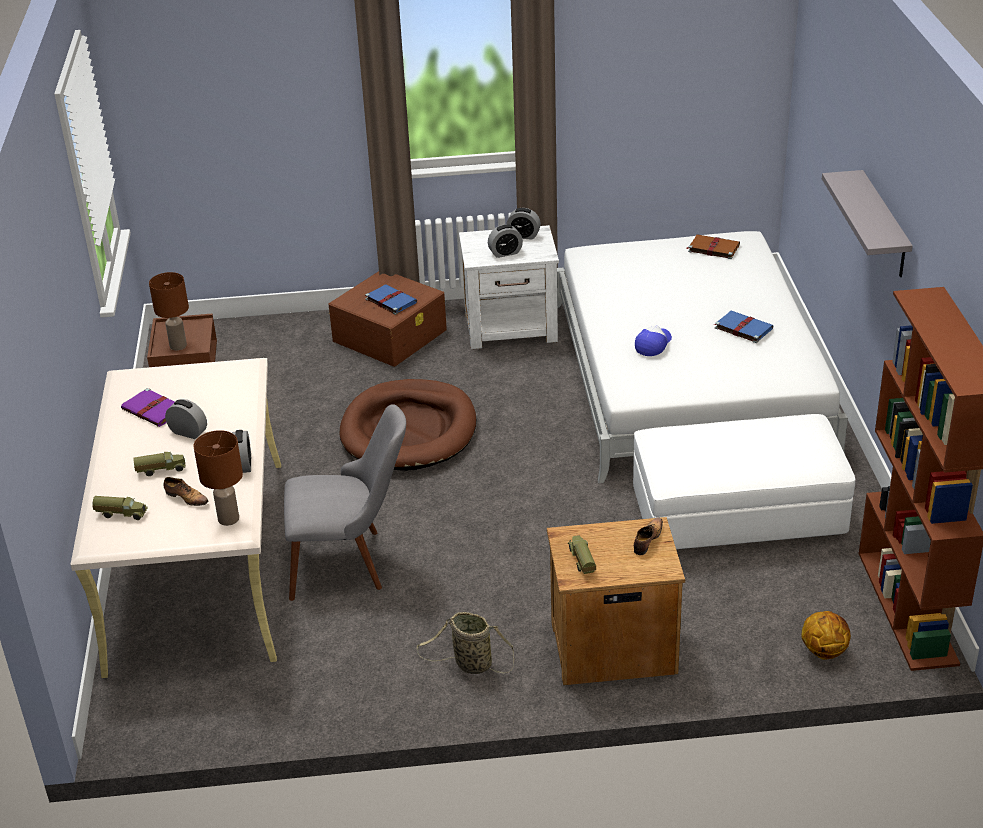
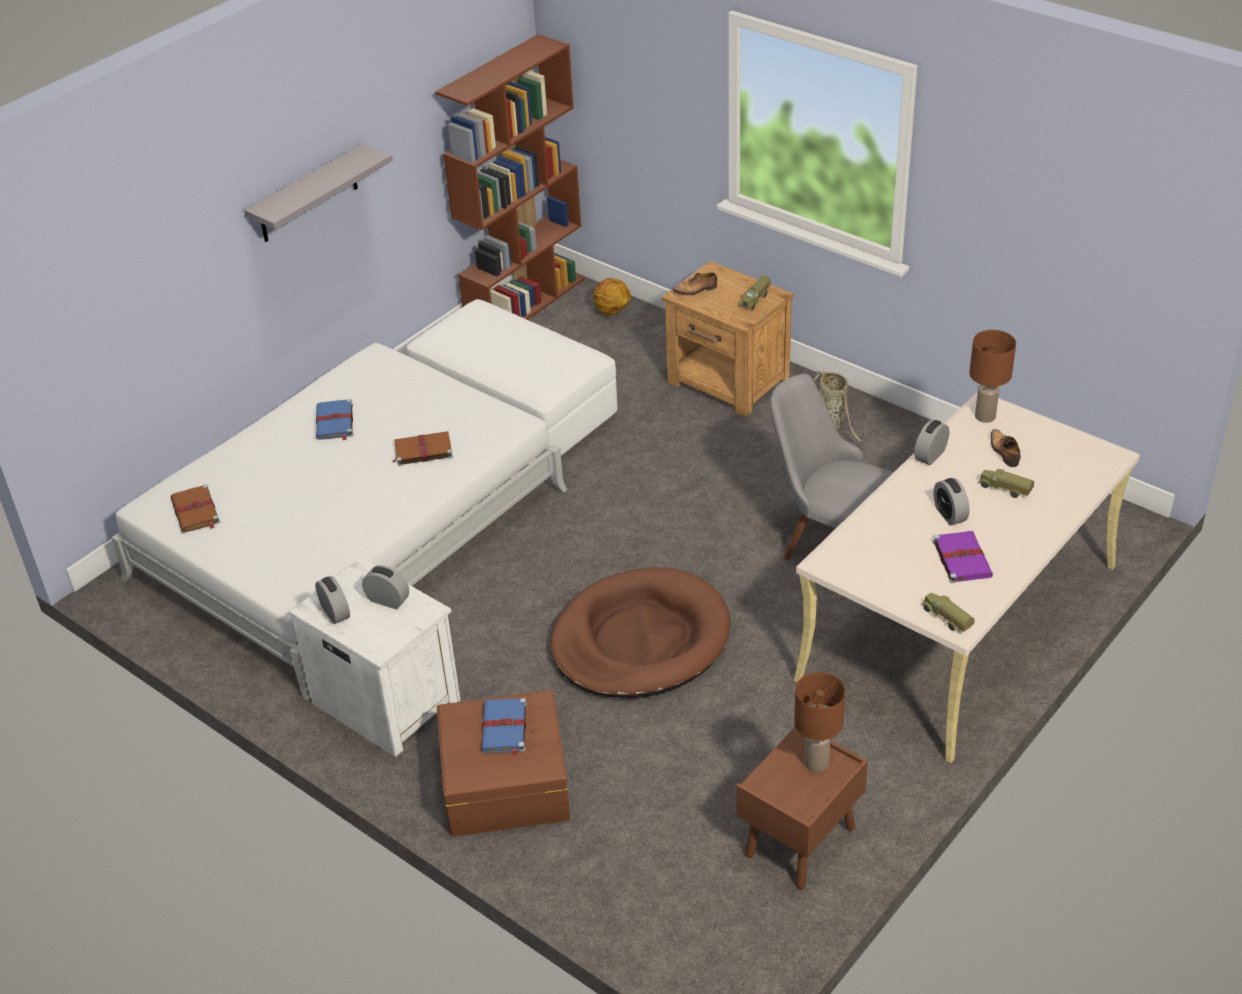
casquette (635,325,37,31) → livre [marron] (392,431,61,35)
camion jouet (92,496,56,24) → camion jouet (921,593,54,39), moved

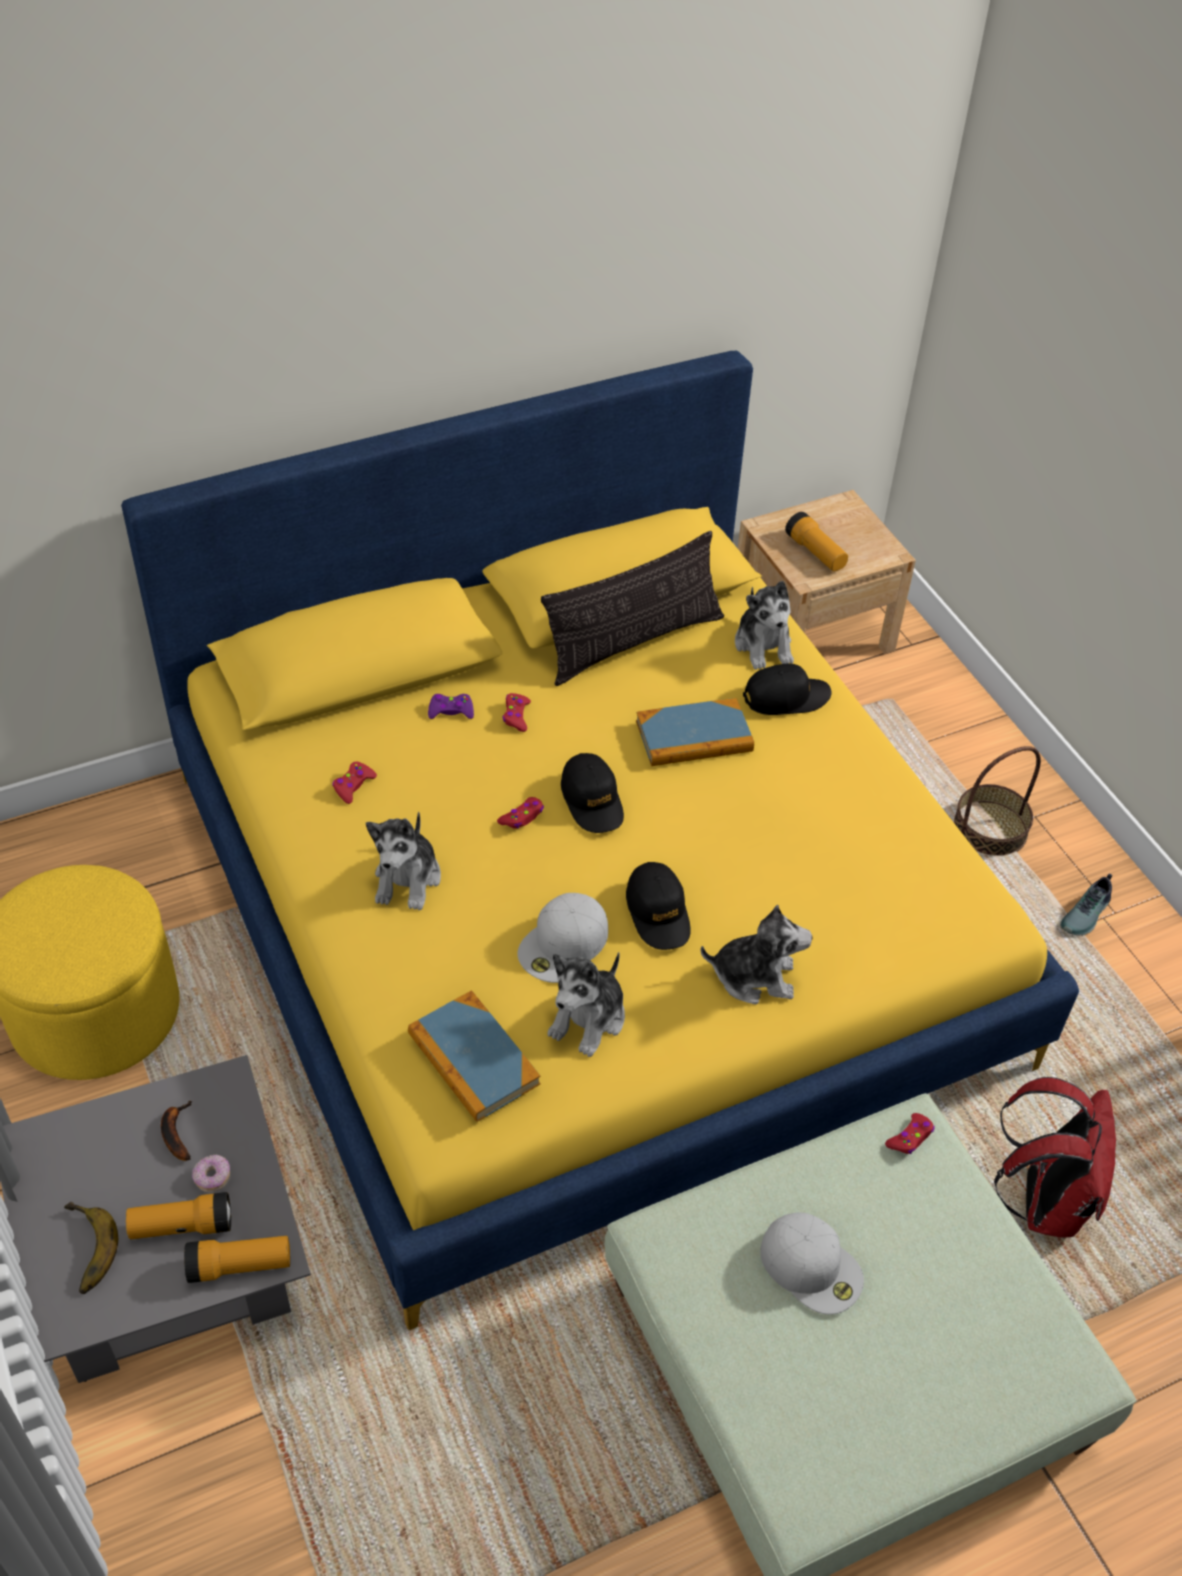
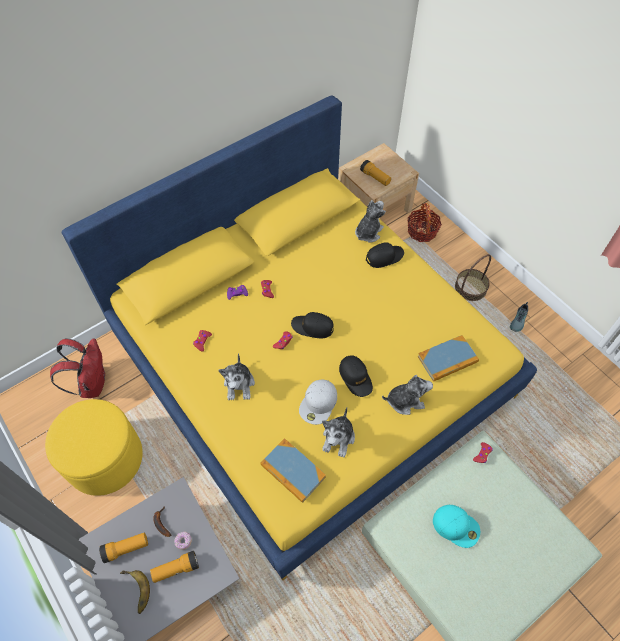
sac à dos [rouge] (994,1077,122,161) → sac à dos [rouge] (50,338,55,60), moved
lampe de poche (184,1236,106,47) → lampe de poche (99,533,49,30), moved
casquette [noir] (561,753,63,80) → casquette [noir] (291,312,43,27), 135 degrees clockwise
peluche (735,581,59,89) → peluche (355,200,31,43), 120 degrees counterclockwise
- → panier (407,203,35,39)
livre (636,698,118,68) → livre (417,335,62,47), moved
casquette [blanc] (760,1212,104,103) → casquette [turquoise] (433,505,47,43)
coussin (541,531,183,155) → -

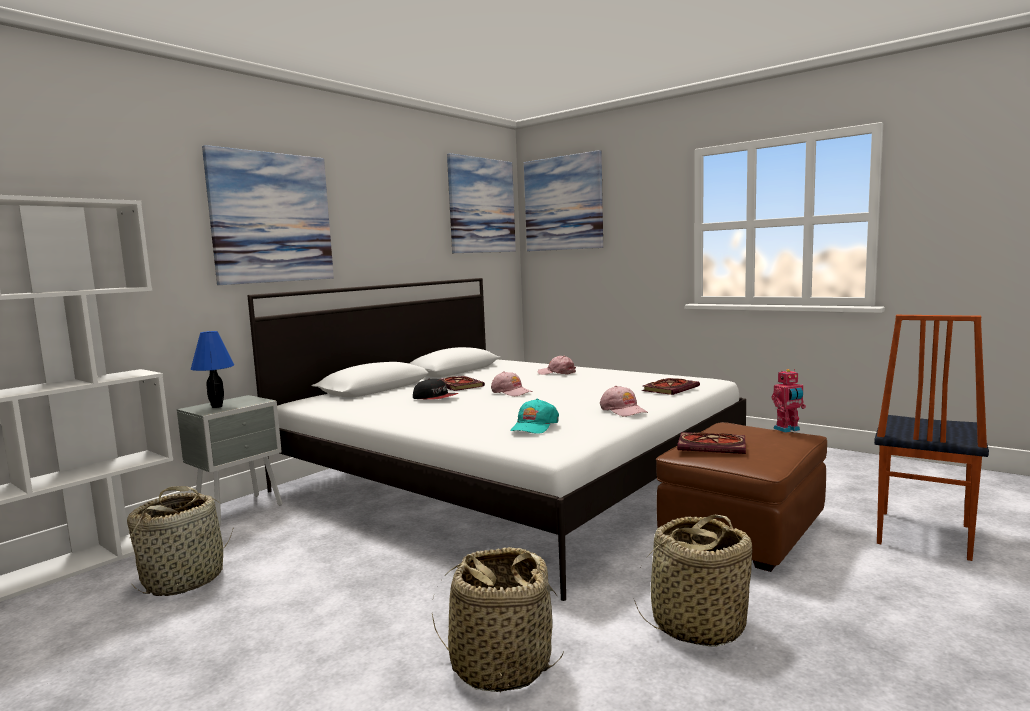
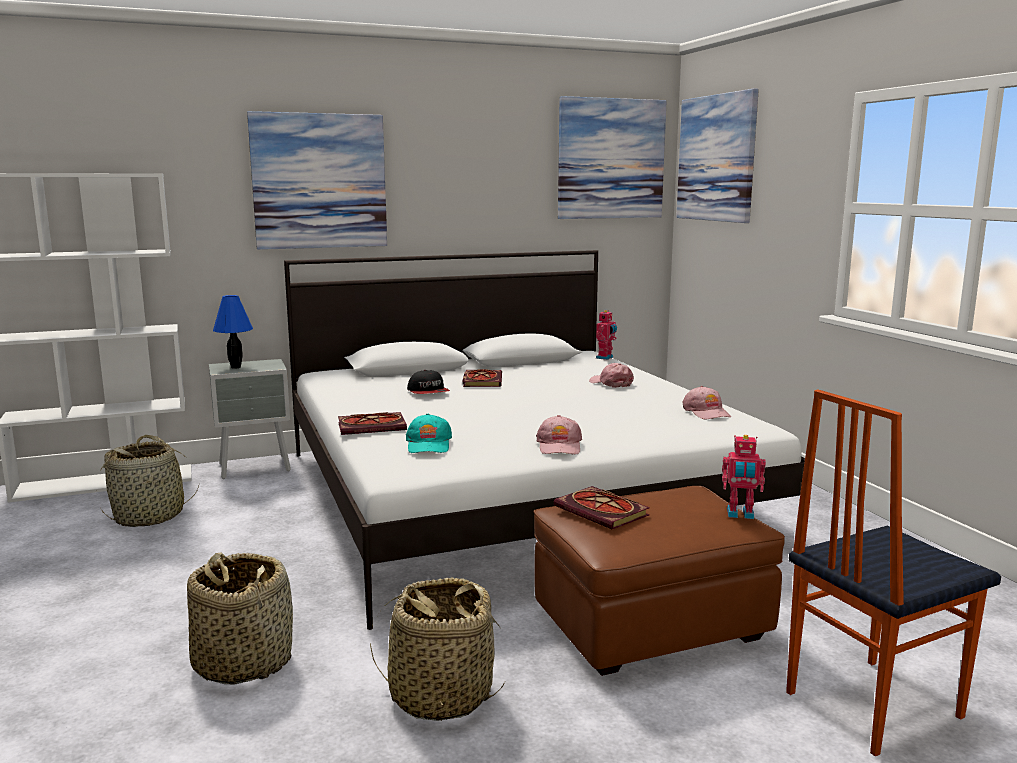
livre (642,378,58,17) → livre (338,412,69,23), moved
casquette [turquoise] (510,399,49,35) → casquette [turquoise] (406,414,46,39), 60 degrees counterclockwise
- → robot jouet (596,310,21,50)
casquette [rose] (491,371,41,25) → casquette [rose] (683,386,48,34), moved

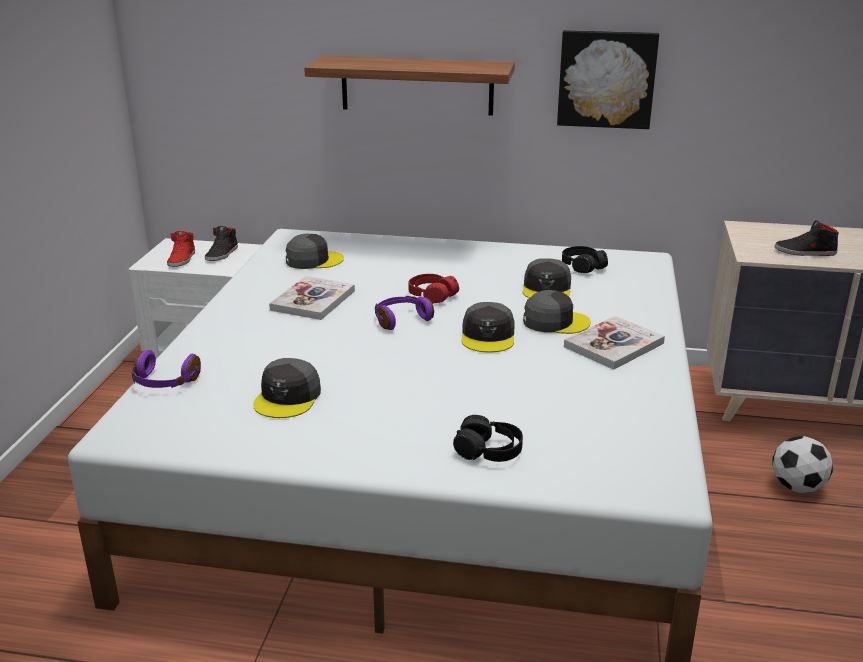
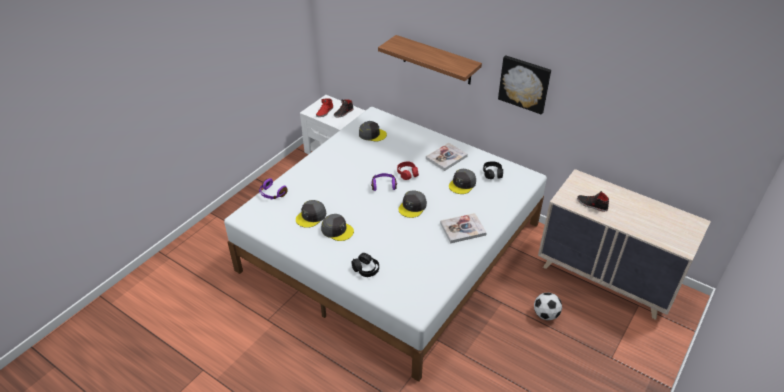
casquette [gris] (523,290,68,44) → casquette [gris] (321,214,33,27), moved
livre (269,276,86,44) → livre (426,143,42,28), moved

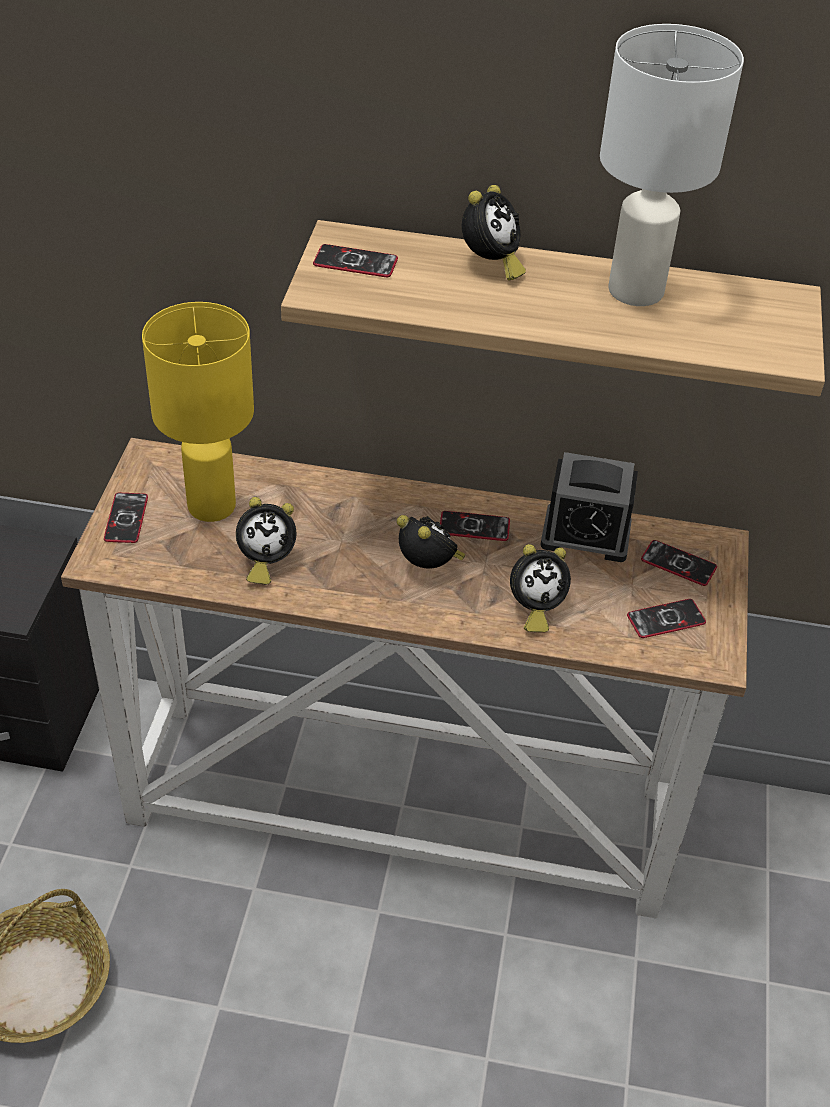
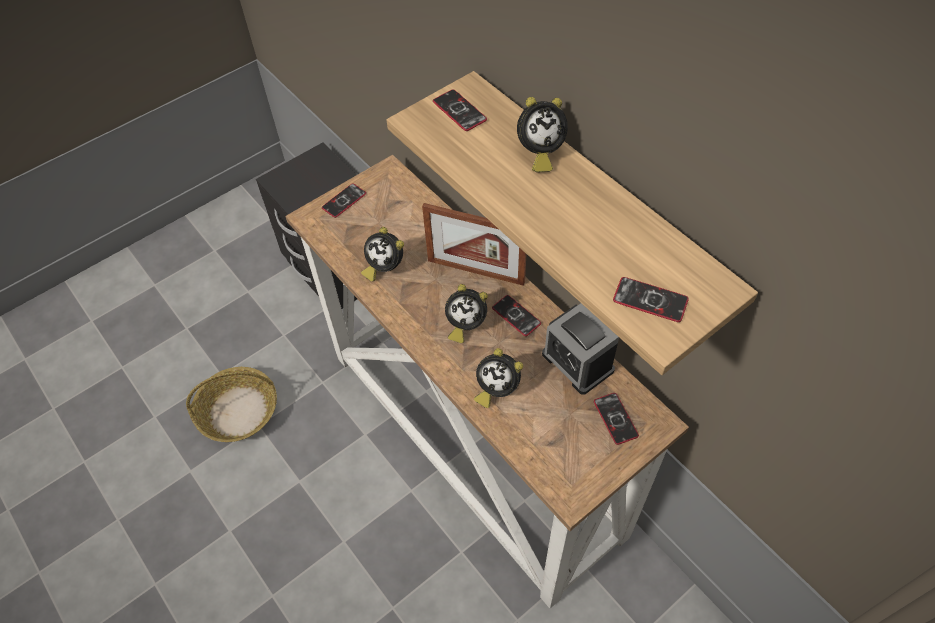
- → cadre photo (422,203,104,83)
réveil (397,515,69,54) → réveil (445,284,43,59), 105 degrees clockwise
téléphone (627,599,79,39) → téléphone (613,277,76,45), moved
lampe de table [jaune] (142,302,112,220) → -
lampe de table [blanc] (600,24,144,282) → -

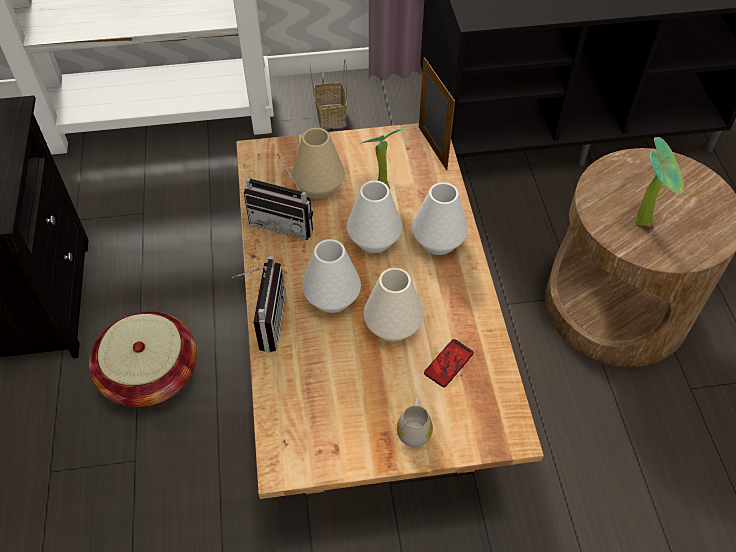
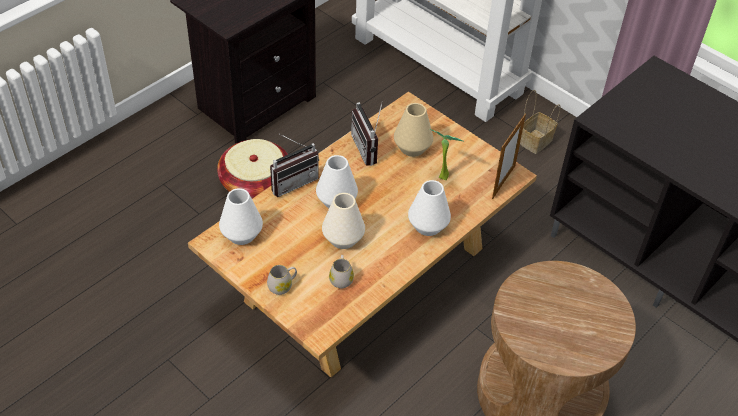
vase [blanc] (347,181,55,72) → vase [blanc] (219,188,44,57), moved
téléphone (424,339,50,48) → mug [blanc] (329,255,25,33)
plante en pot (635,137,49,90) → -

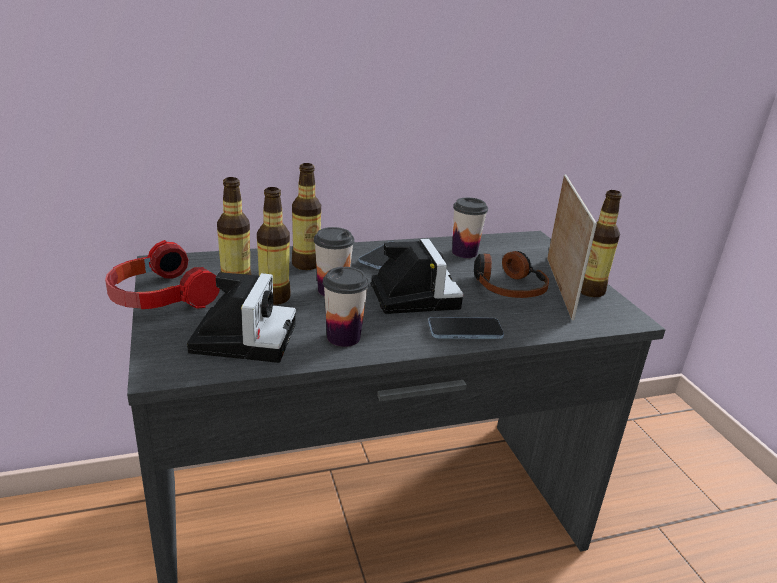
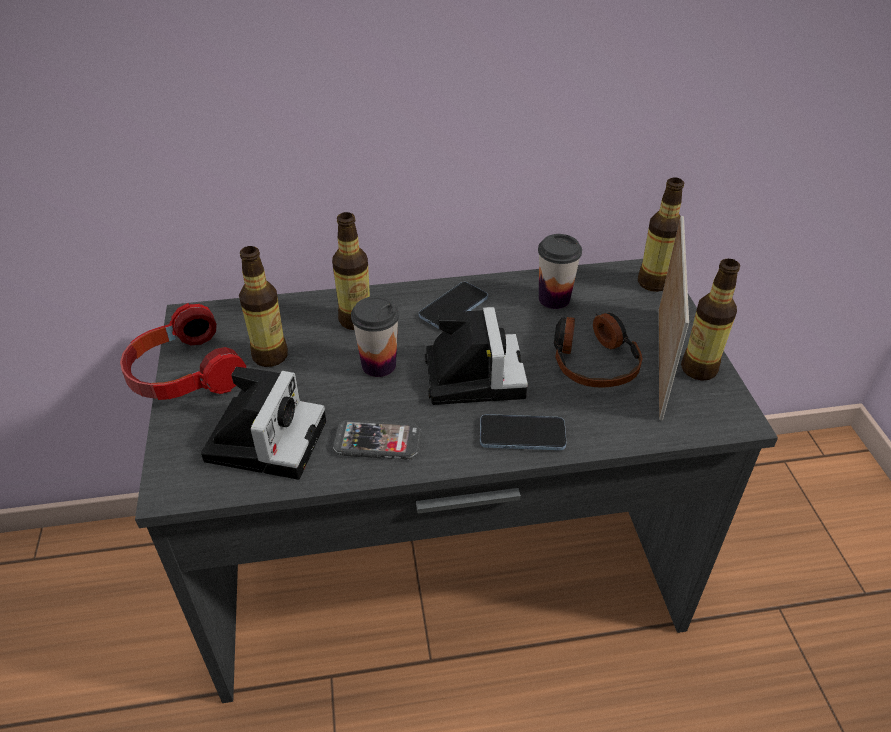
tasse (323,267,46,80) → téléphone (332,420,89,40)
bouteille (257,187,34,118) → bouteille (638,177,46,115), moved

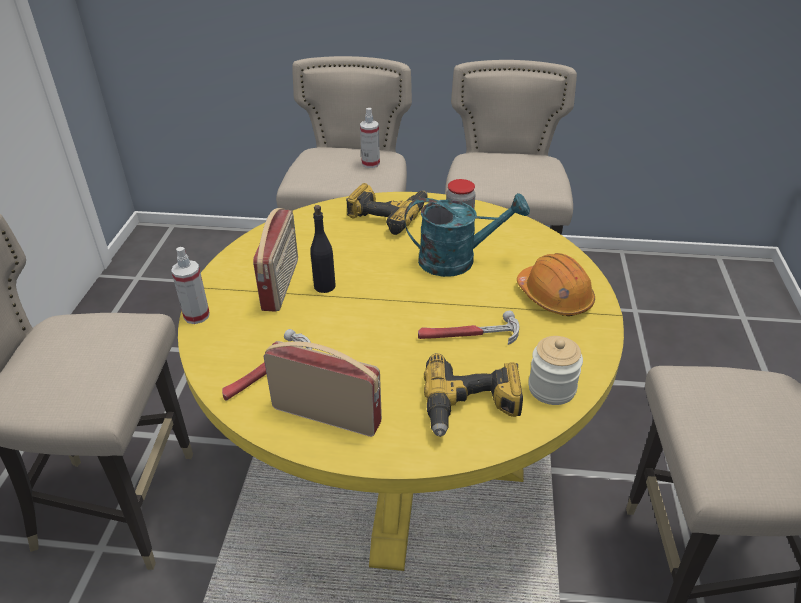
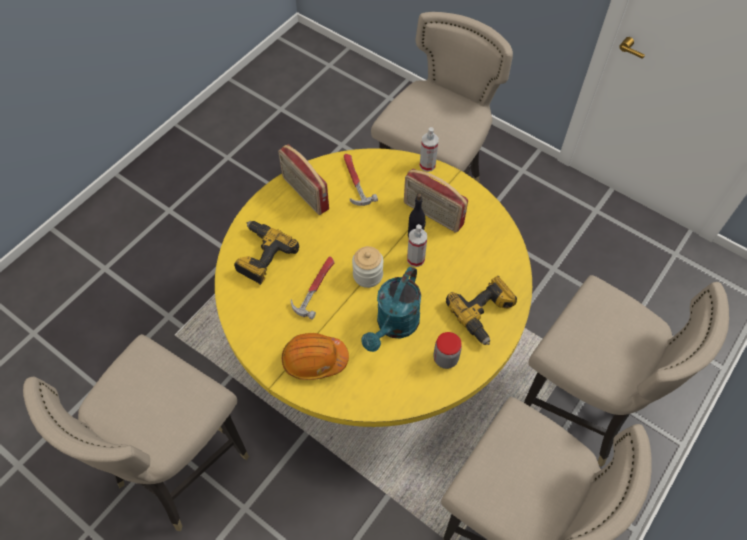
radio (263,341,119,96) → radio (278,144,51,71), 90 degrees clockwise
bocal (528,336,55,69) → bocal (352,246,31,42), moved
vaporisateur (360,108,20,60) → vaporisateur (407,224,20,43), moved

